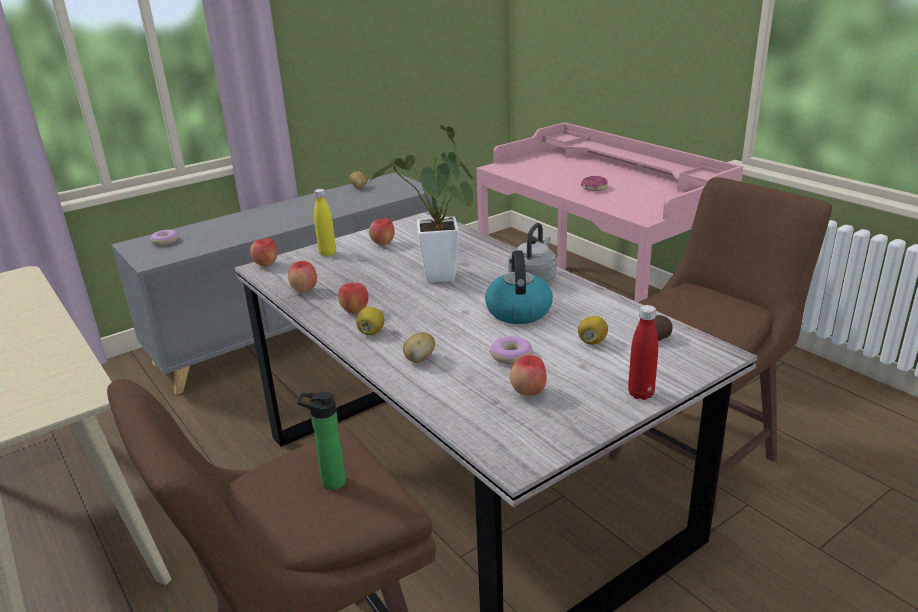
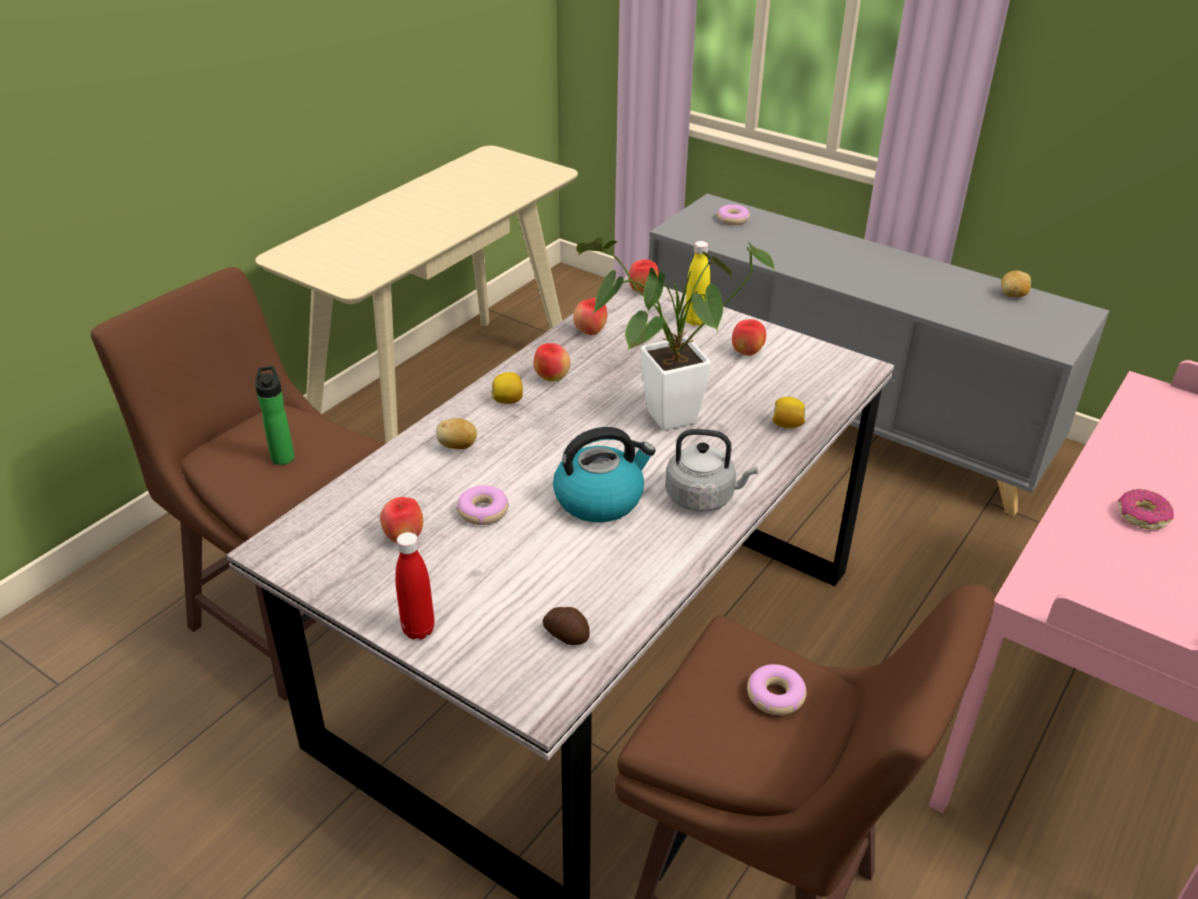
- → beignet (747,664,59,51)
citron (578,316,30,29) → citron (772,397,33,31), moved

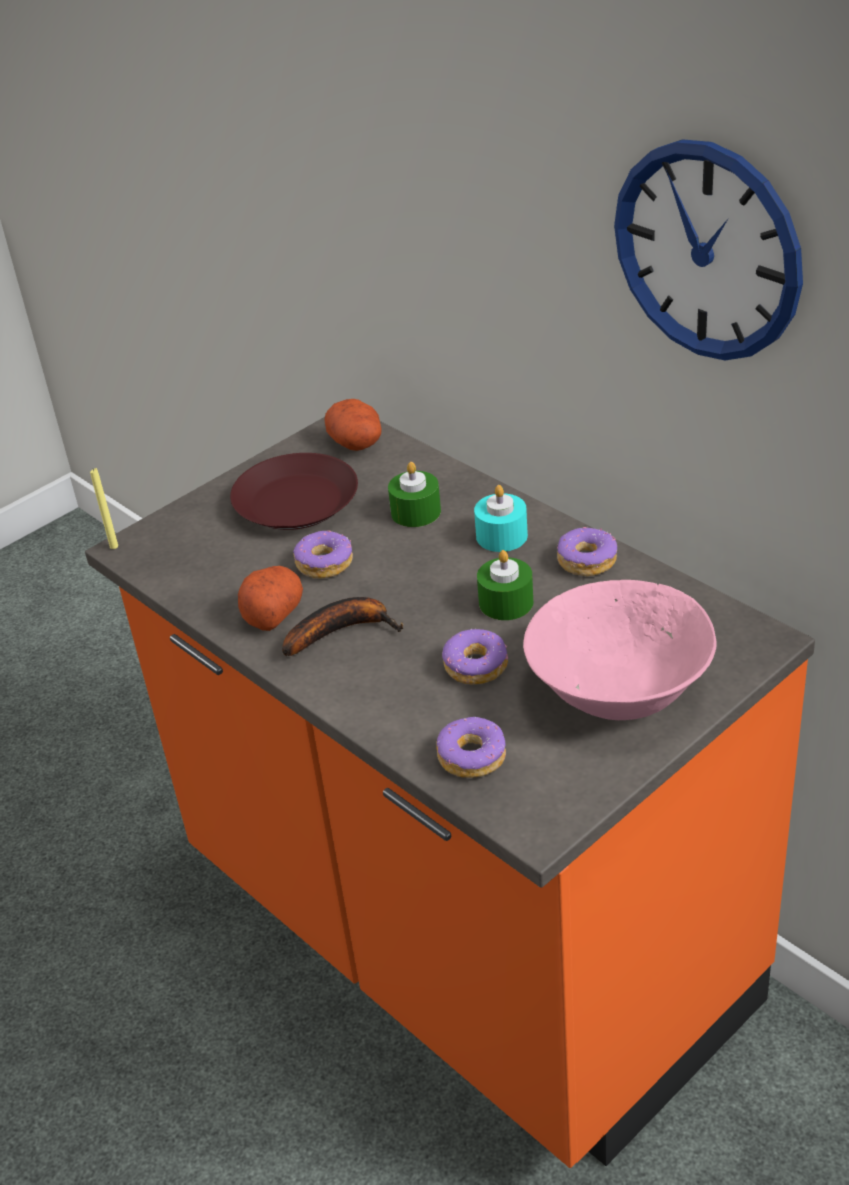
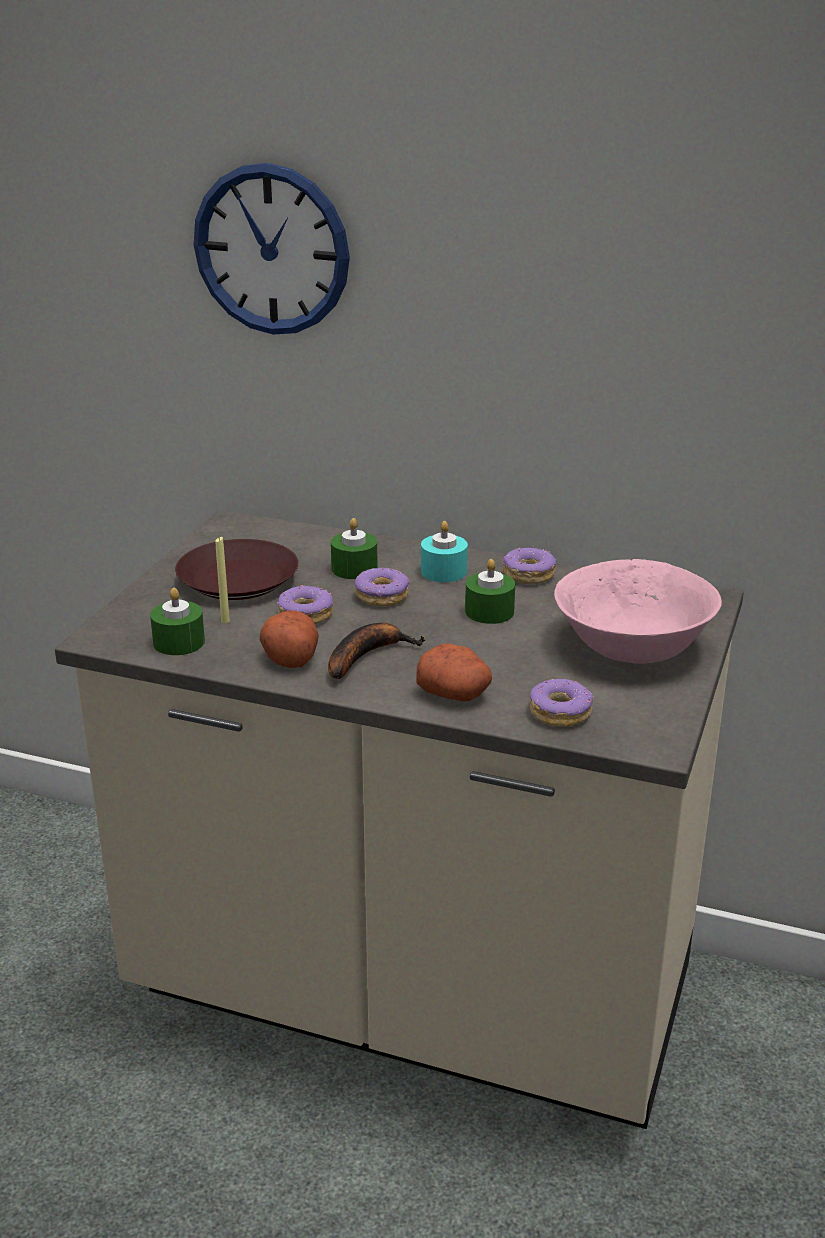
comptoir de cuisine [orange] (85,417,730,751) → comptoir de cuisine [beige] (55,510,689,619)
- → bougie [vert] (150,588,55,67)
horloge murale (614,139,189,221) → horloge murale (194,163,156,172), moved
bougie [jaune] (90,468,28,81) → bougie [jaune] (216,537,14,86), moved
beignet (442,628,66,56) → beignet (355,568,55,38), moved
pomme de terre (324,399,58,52) → pomme de terre (417,644,75,57), moved

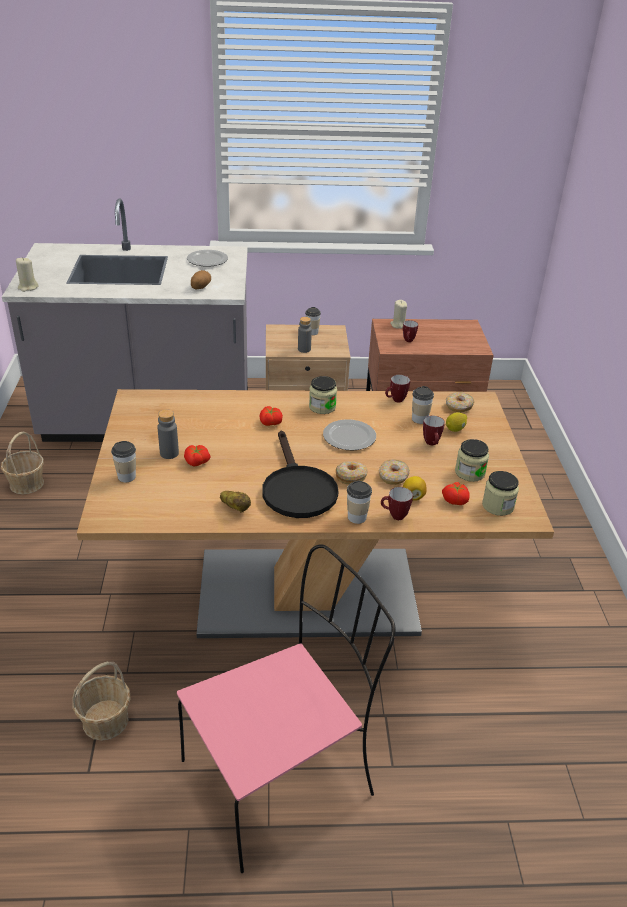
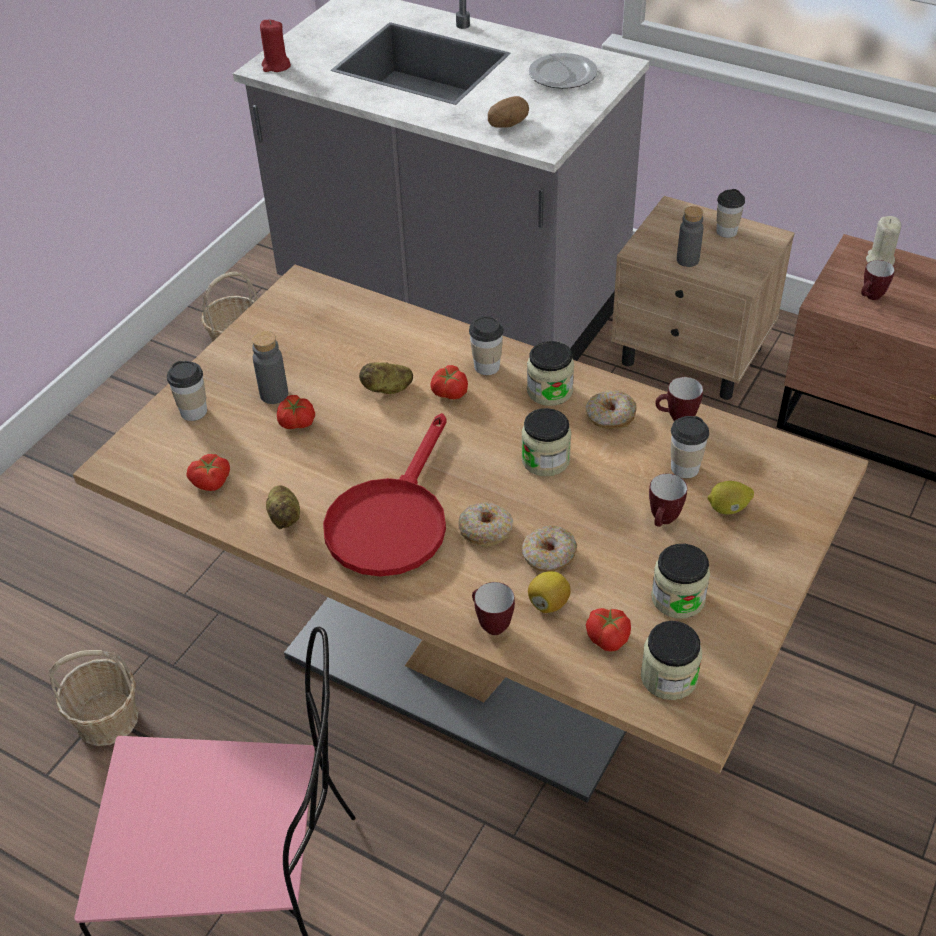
- → tomate (187,454,43,37)
bougie [beige] (16,257,22,35) → bougie [rouge] (260,20,31,52)
poêle [noir] (262,431,76,87) → poêle [rouge] (323,413,124,164)
- → pomme de terre (359,362,54,32)
tasse (347,481,25,43) → tasse (469,316,35,59), moved
assiette (323,419,53,31) → bocal (521,408,50,68)
beignet (446,392,28,20) → beignet (586,390,50,39), moved

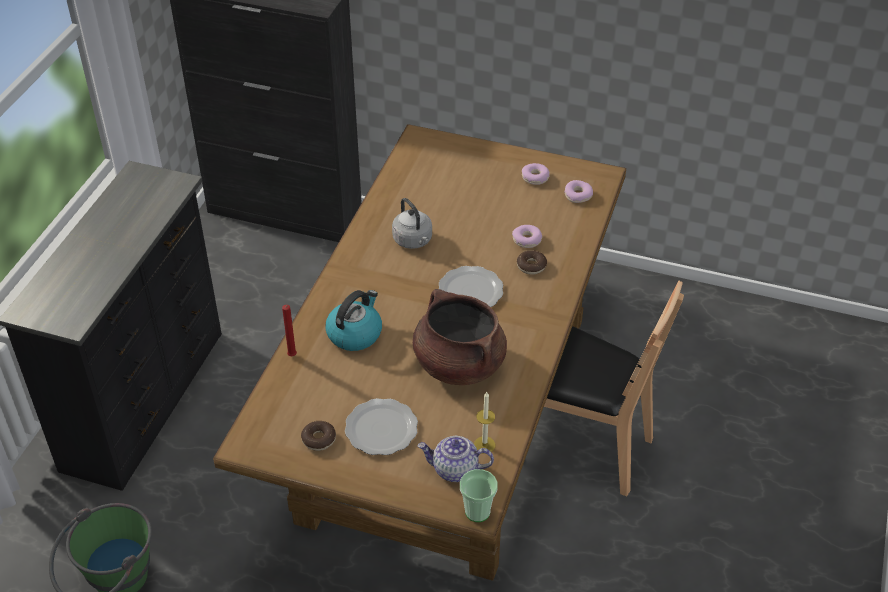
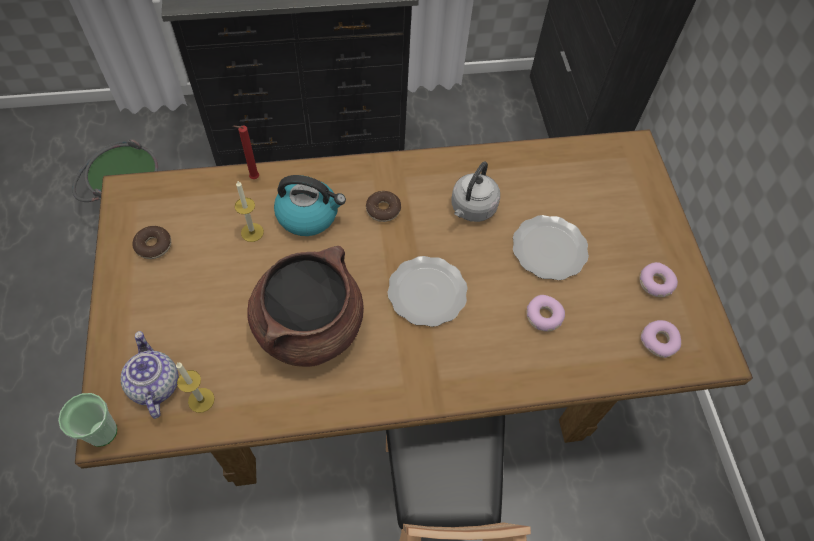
- → bougie (235,180,29,62)
beignet (517,250,30,25) → beignet (366,191,35,31), moved
assiette (345,398,73,57) → assiette (513,215,76,65), moved

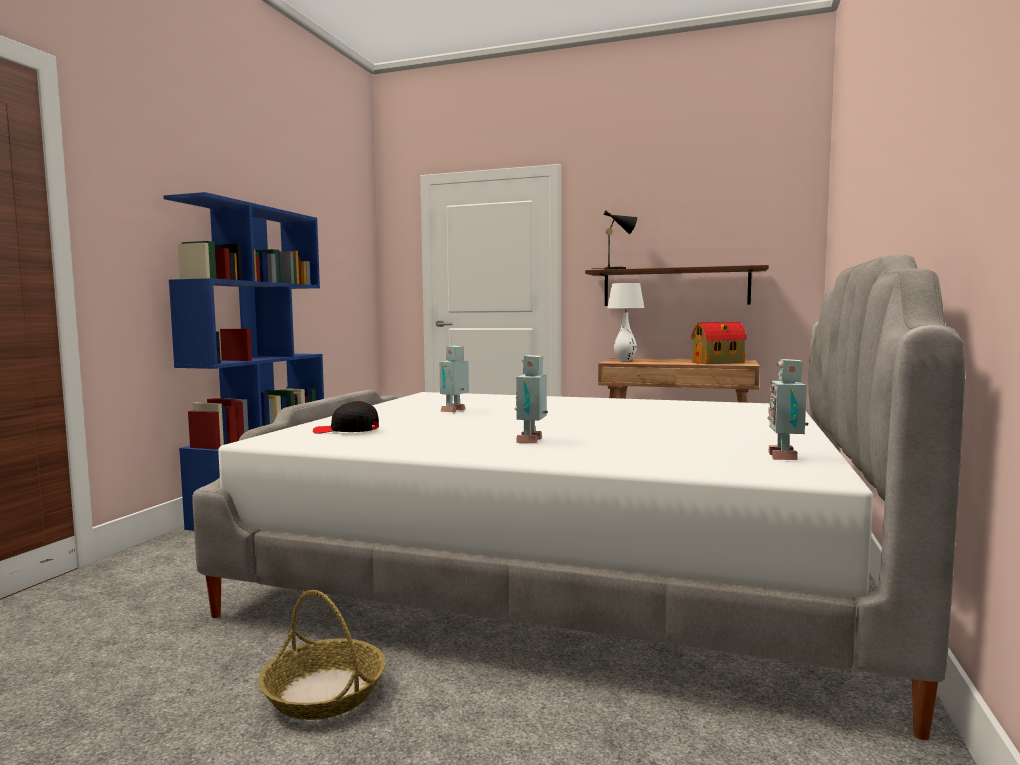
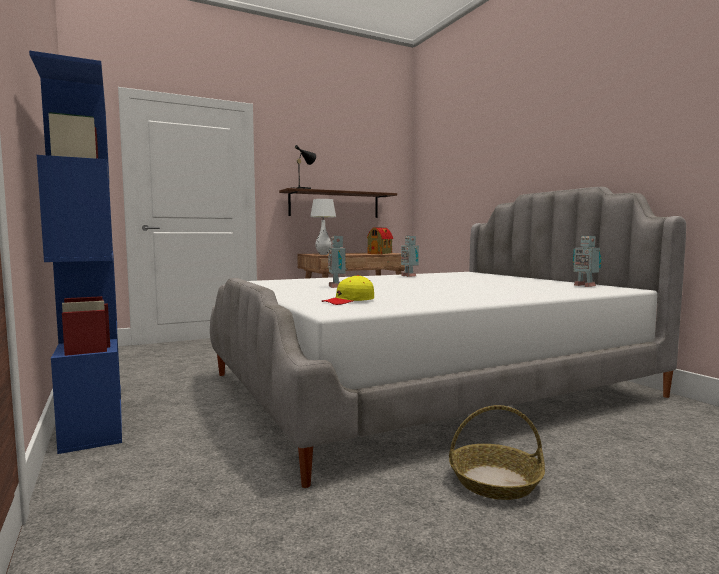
casquette [noir] (313,400,66,34) → casquette [jaune] (322,275,52,30)
robot jouet (515,355,33,88) → robot jouet (401,236,18,41), moved

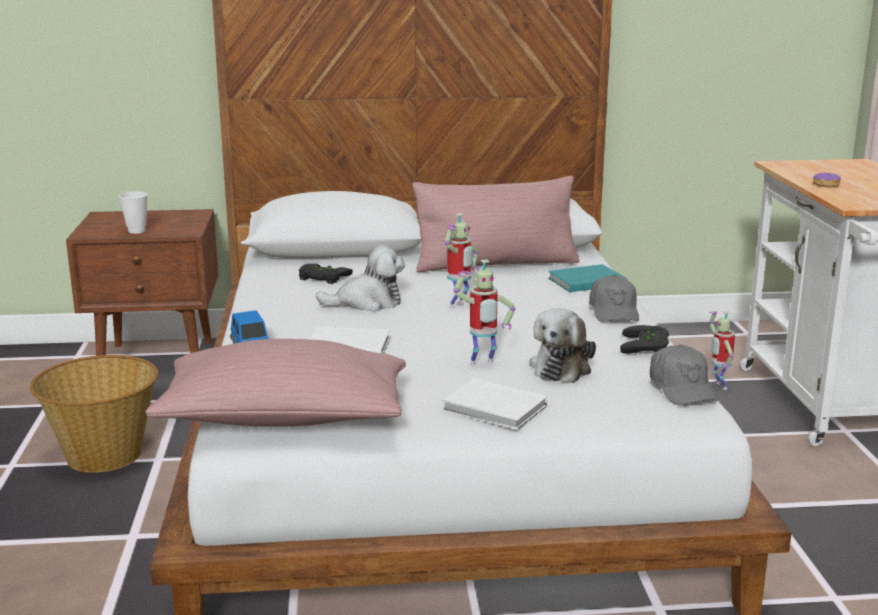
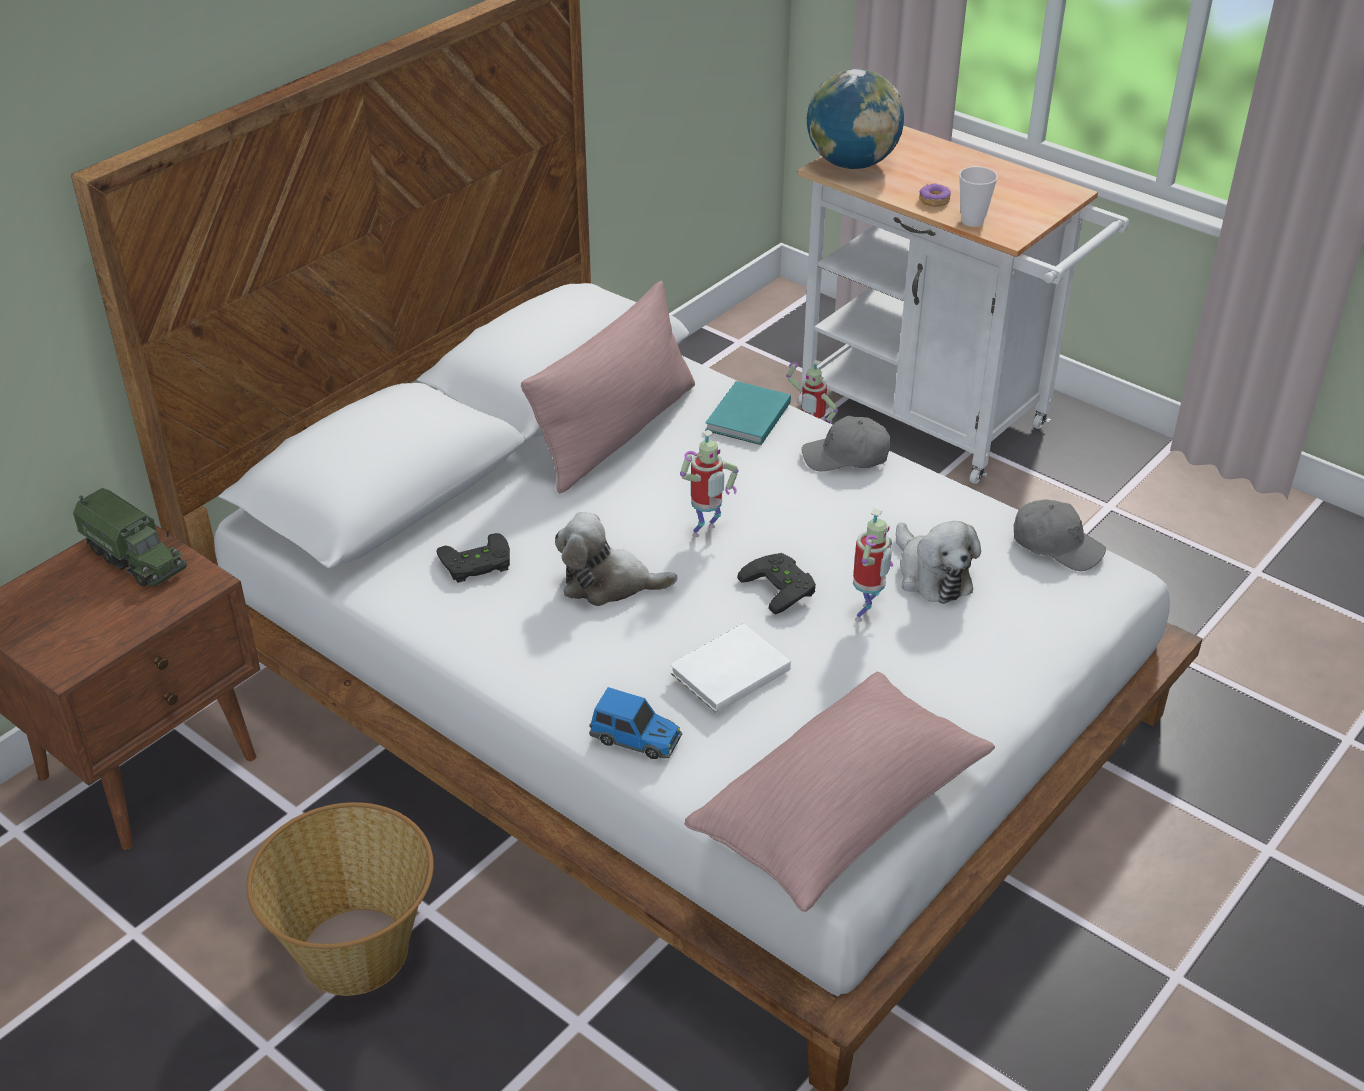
- → camion jouet (73,488,114,99)
peluche (316,245,89,67) → peluche (555,512,122,94), 120 degrees counterclockwise
robot jouet (445,213,34,95) → robot jouet (680,430,58,107), 60 degrees clockwise
manette [noir] (620,325,49,29) → manette [noir] (737,553,79,61), moved
casquette [gris] (589,275,50,47) → casquette [gris] (802,416,89,55), 135 degrees clockwise
- → globe (807,69,97,100)
tasse (119,192,29,42) → tasse (959,167,39,60), moved
livre [blanc] (442,378,105,52) → -

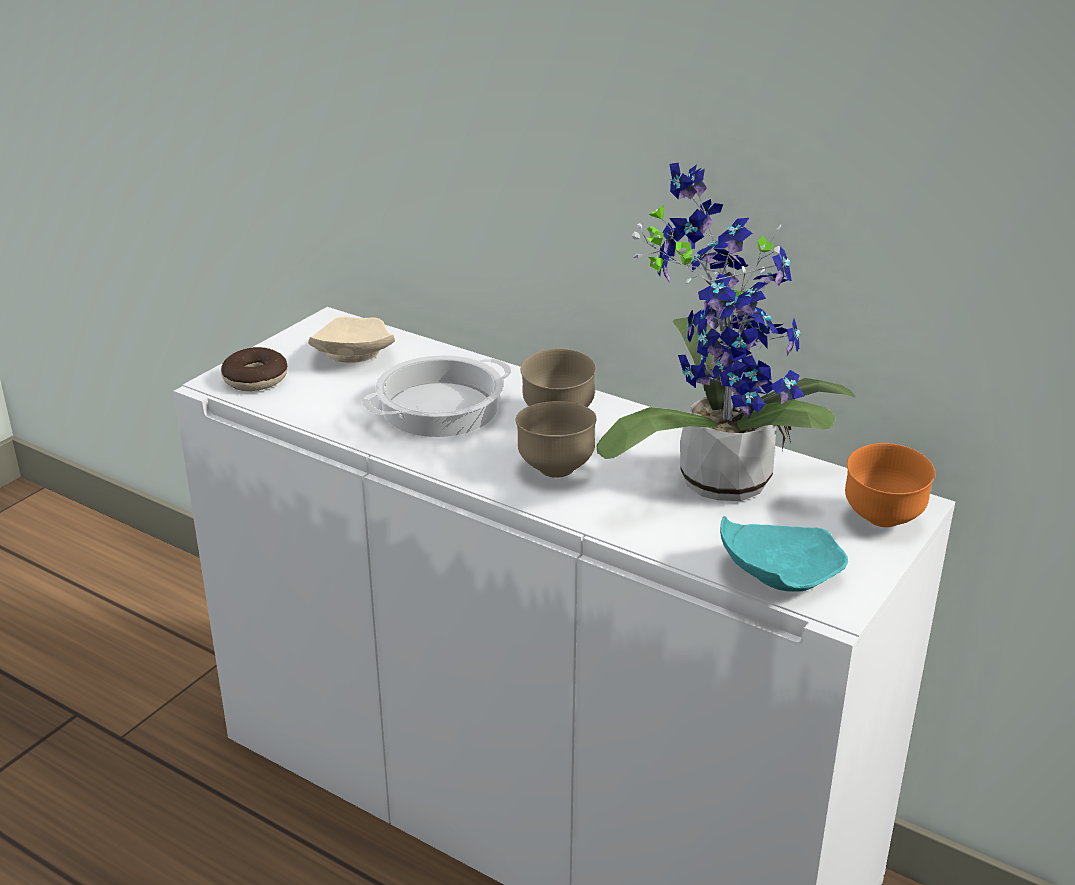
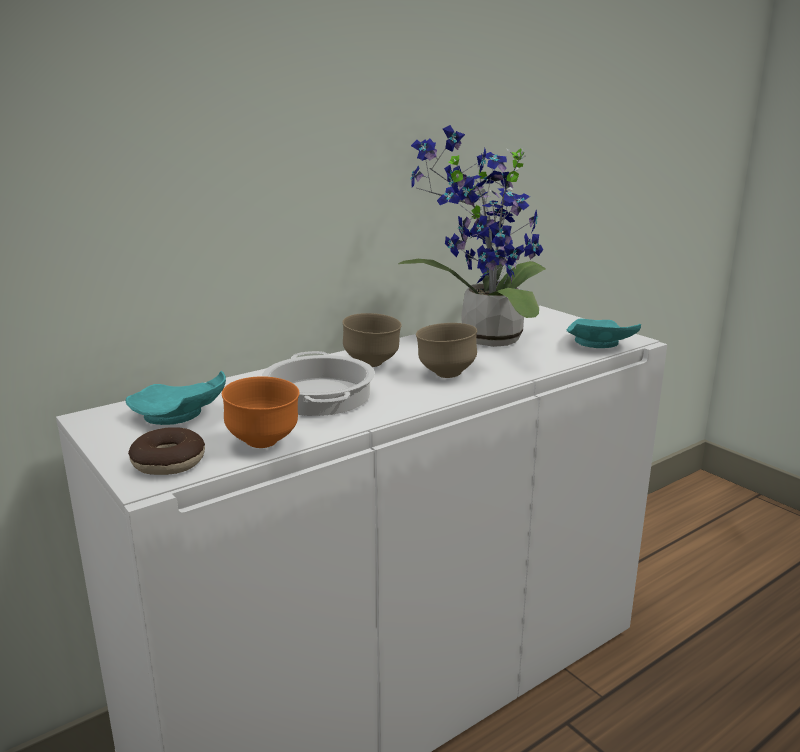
assiette [beige] (308,317,87,46) → assiette [turquoise] (126,371,100,54)
bol [orange] (845,443,90,84) → bol [orange] (222,376,78,72), moved

